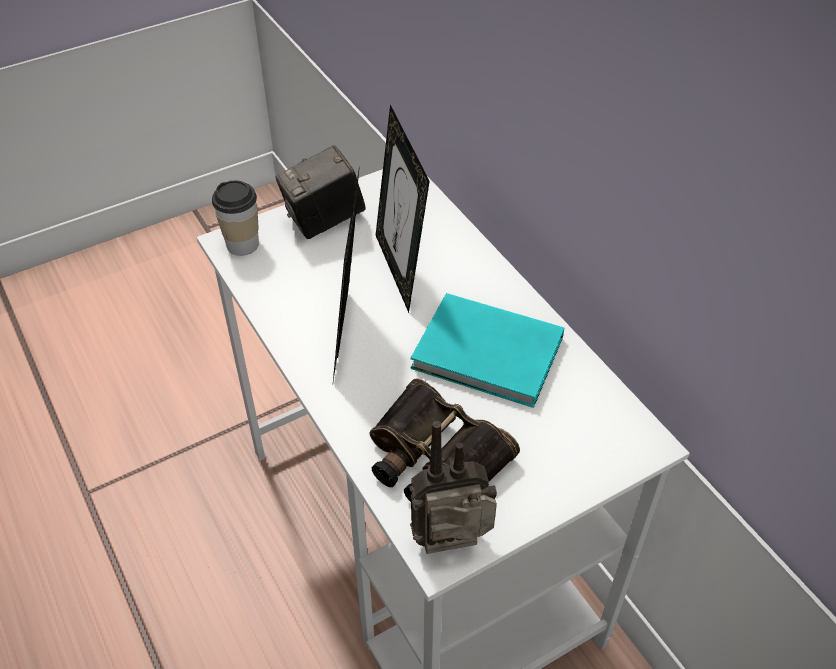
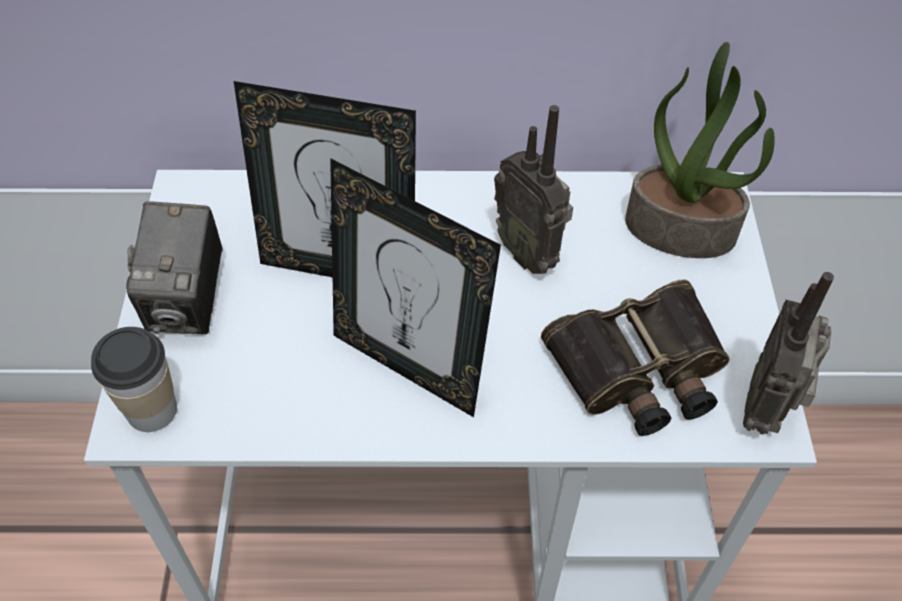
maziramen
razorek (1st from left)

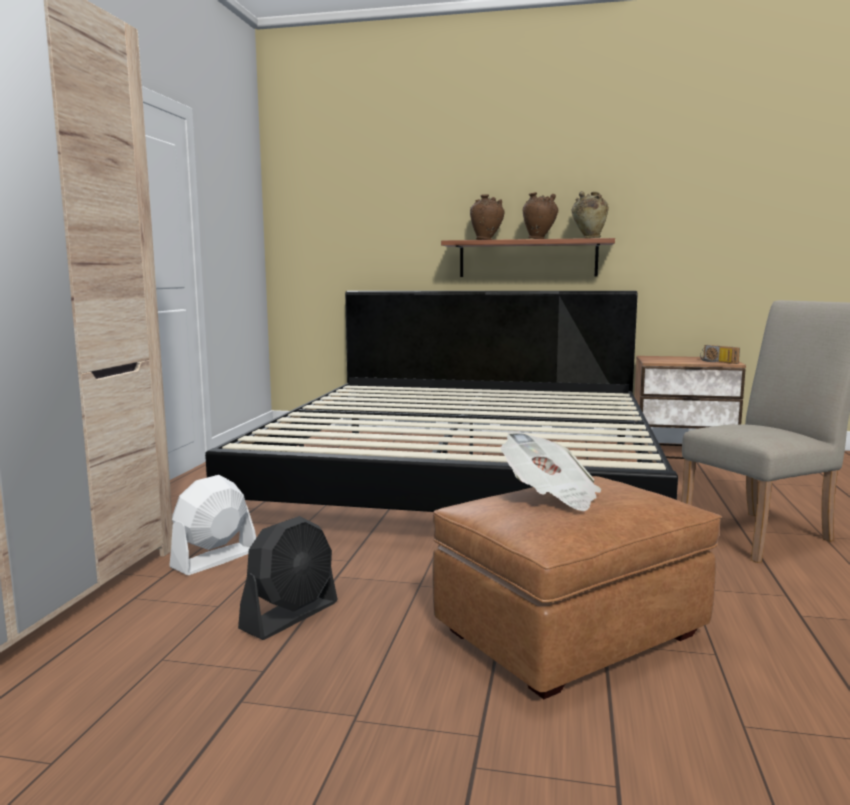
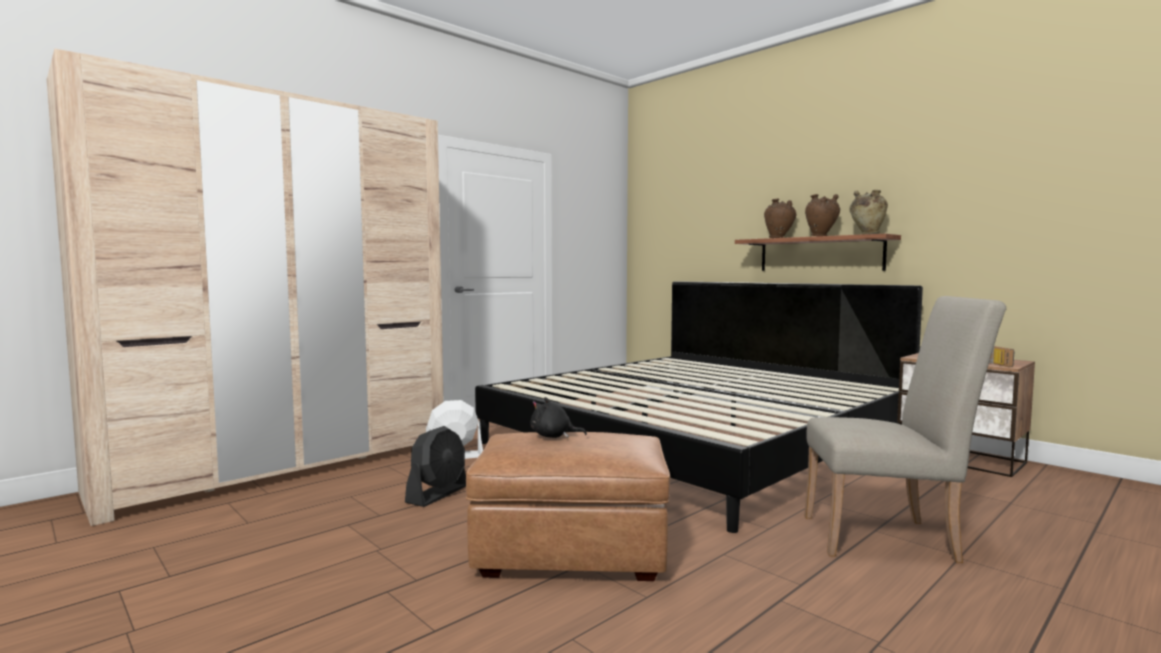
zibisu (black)
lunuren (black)

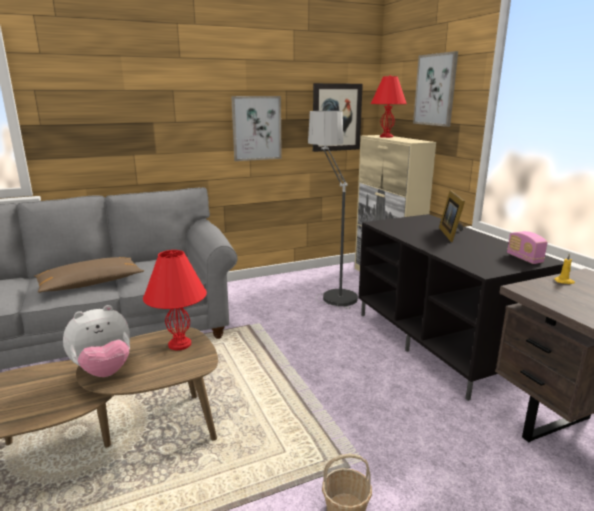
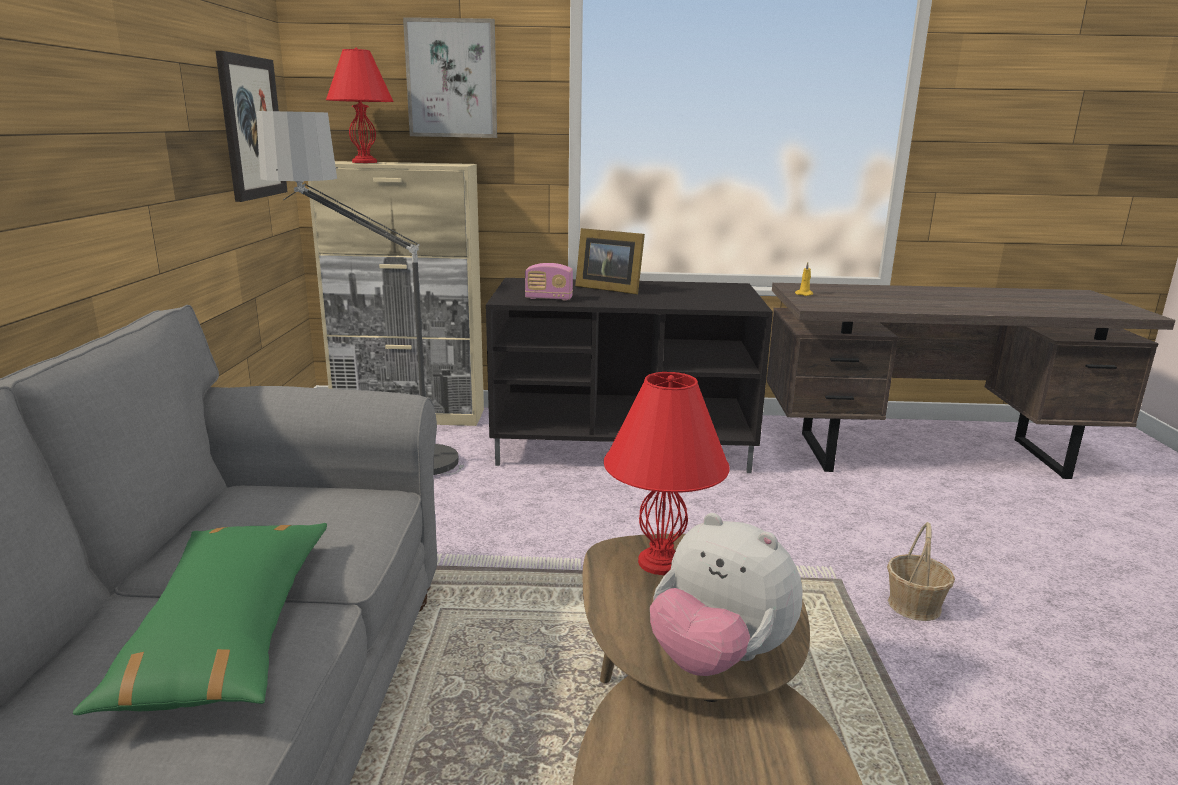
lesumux (1st from left in the first image)
razorek
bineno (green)
zibisu

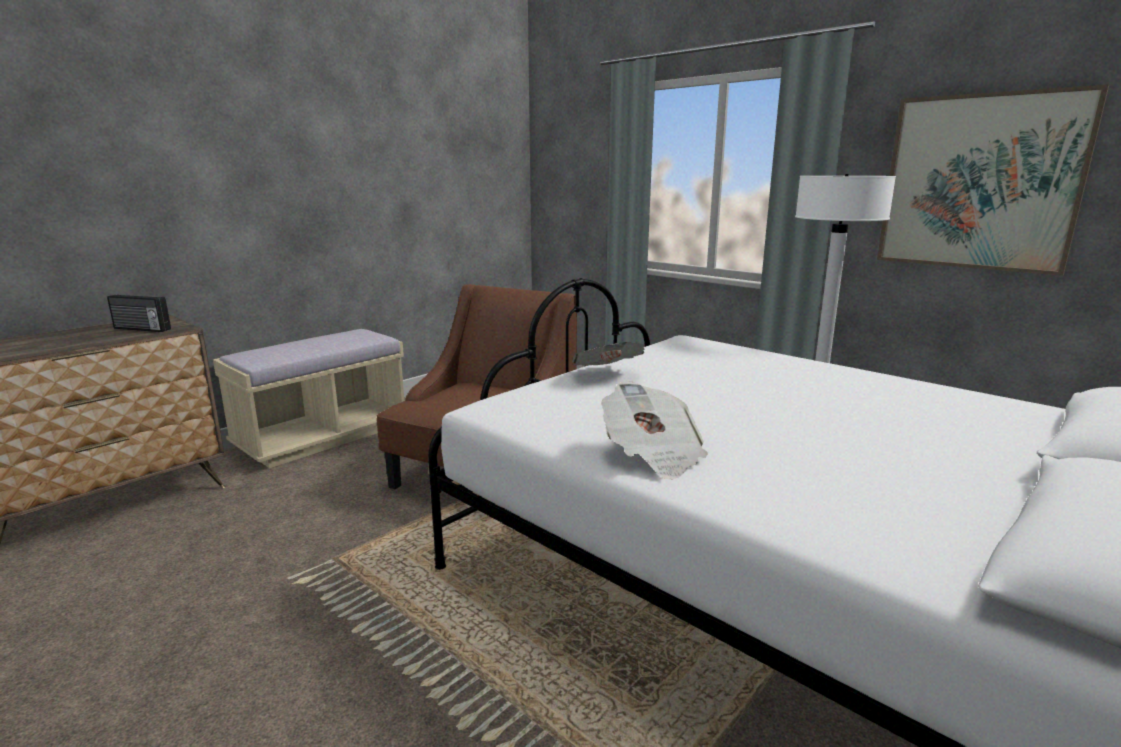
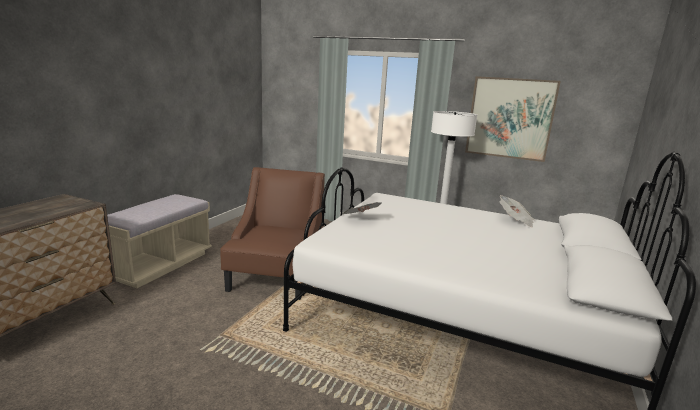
razorek
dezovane (2nd from left)

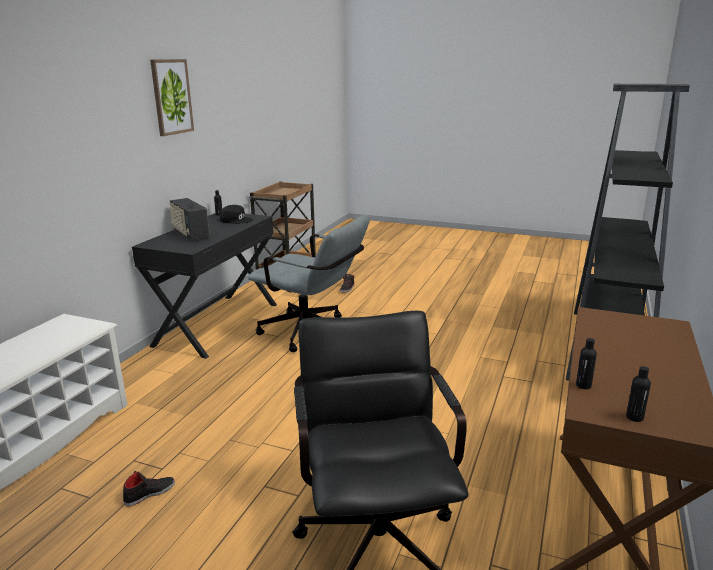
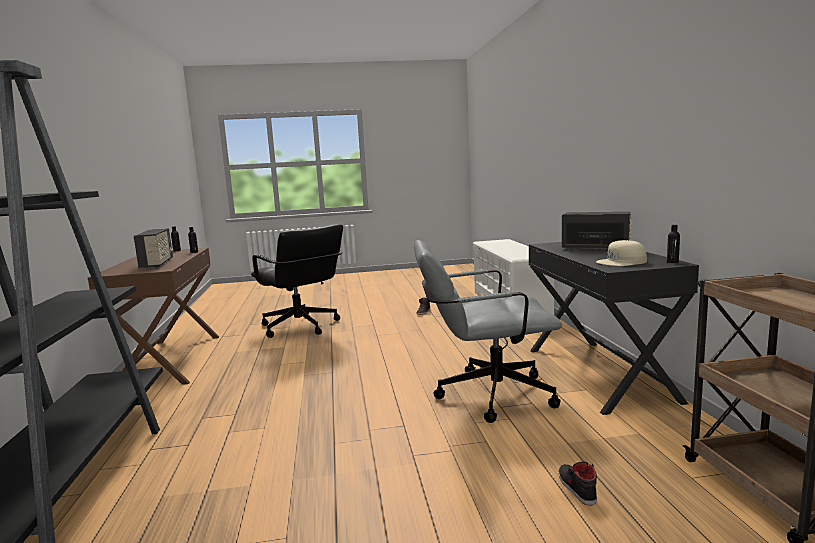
lesumux
razorek (1st from left)
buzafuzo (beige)

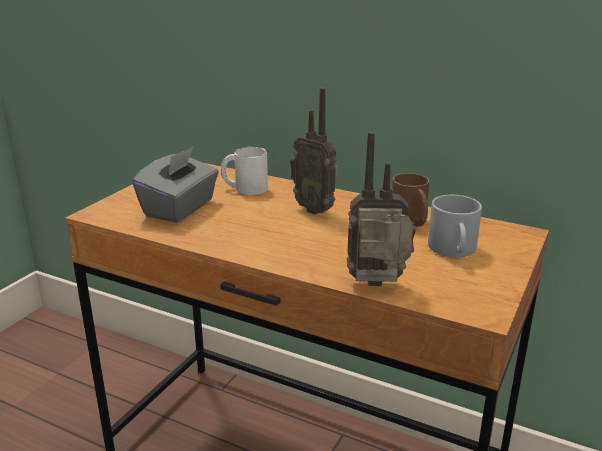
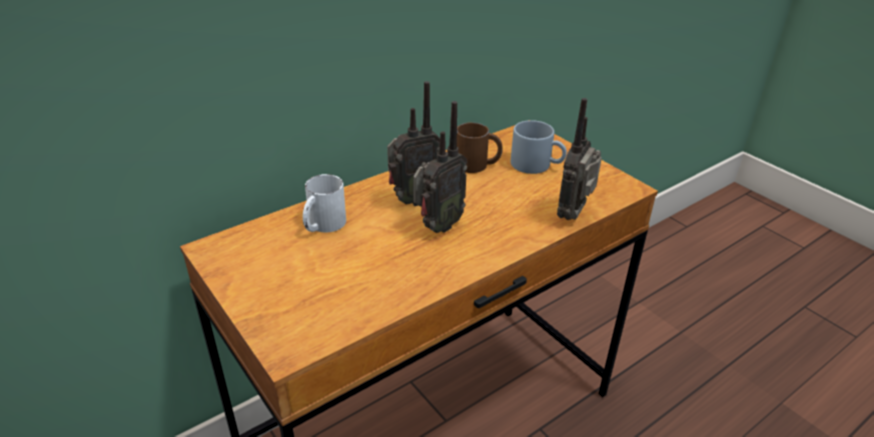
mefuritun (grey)
razorek (2nd from left)

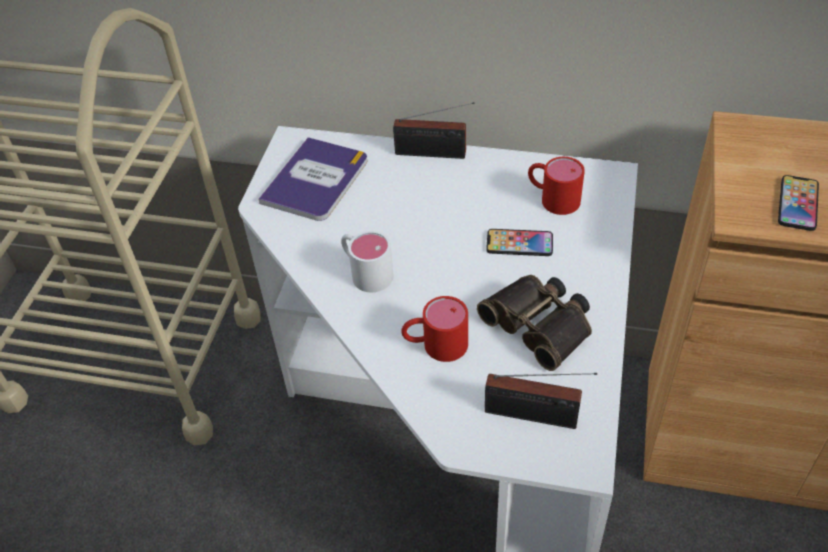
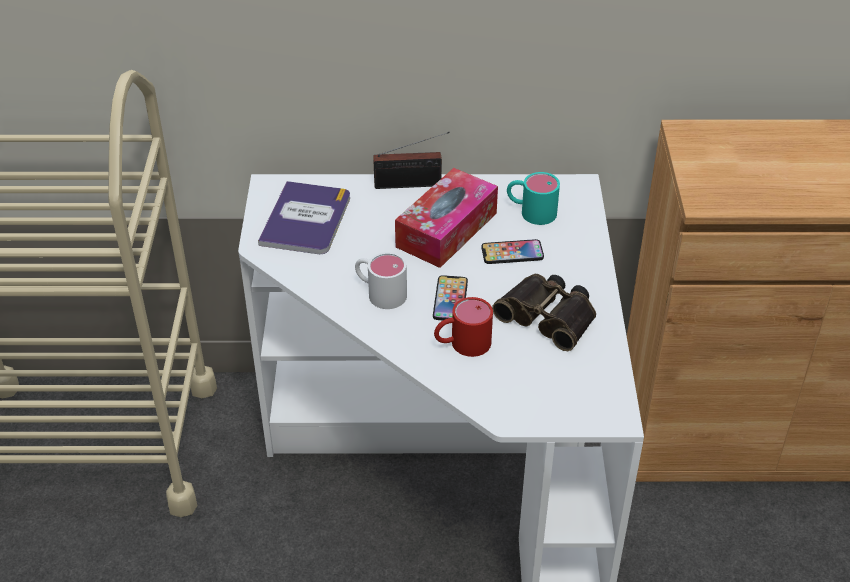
razorek (2nd from left in the first image)
mefuritun
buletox (1st from left)
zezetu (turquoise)

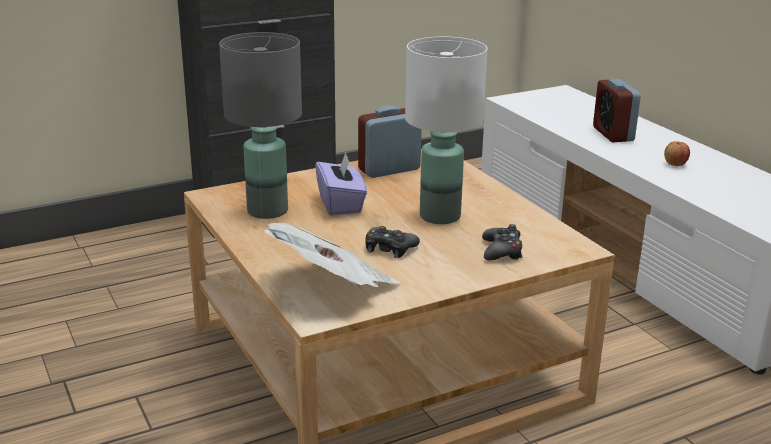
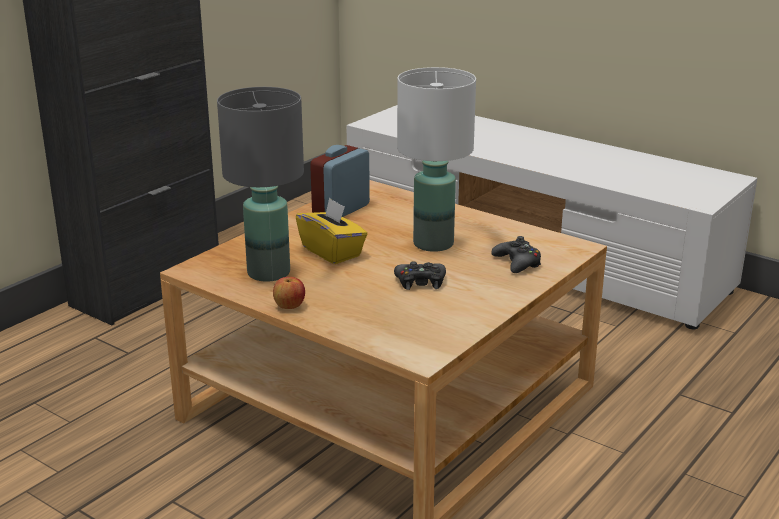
dezovane
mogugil (2nd from left in the first image)
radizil
mefuritun (yellow)

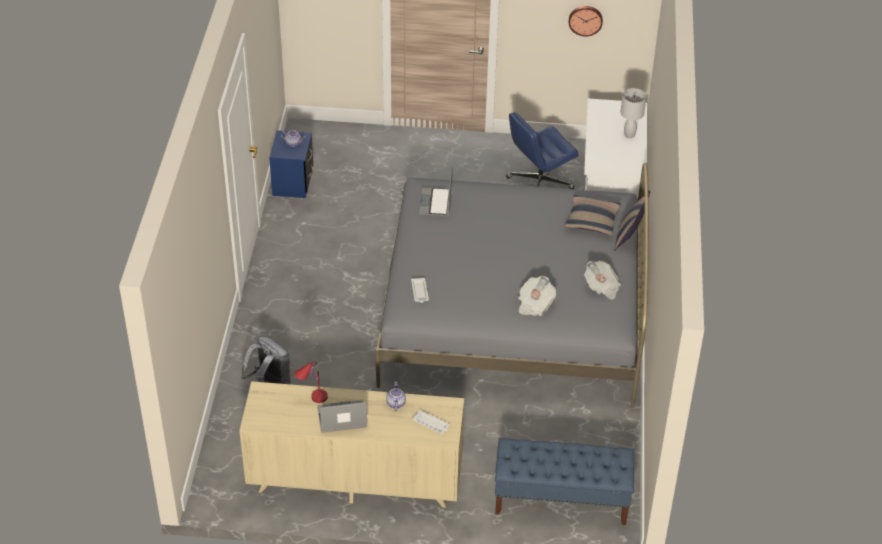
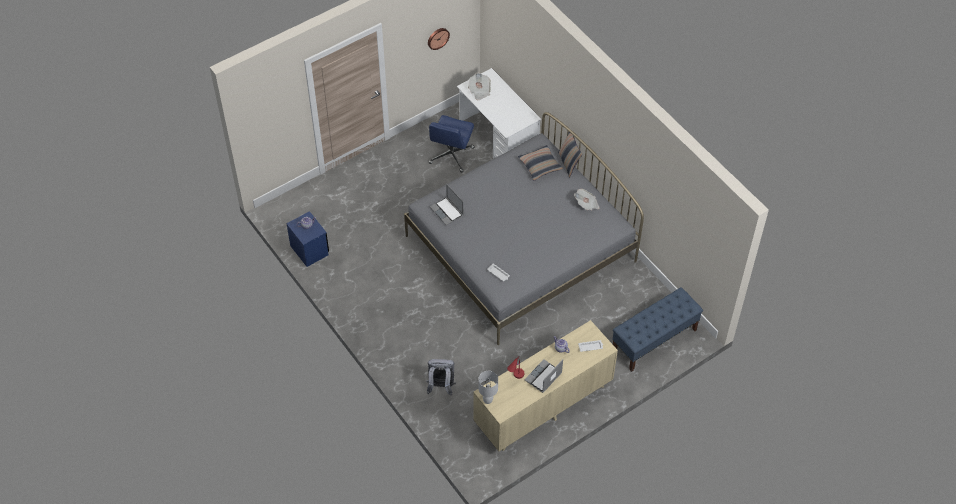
dezovane (1st from left)
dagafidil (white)

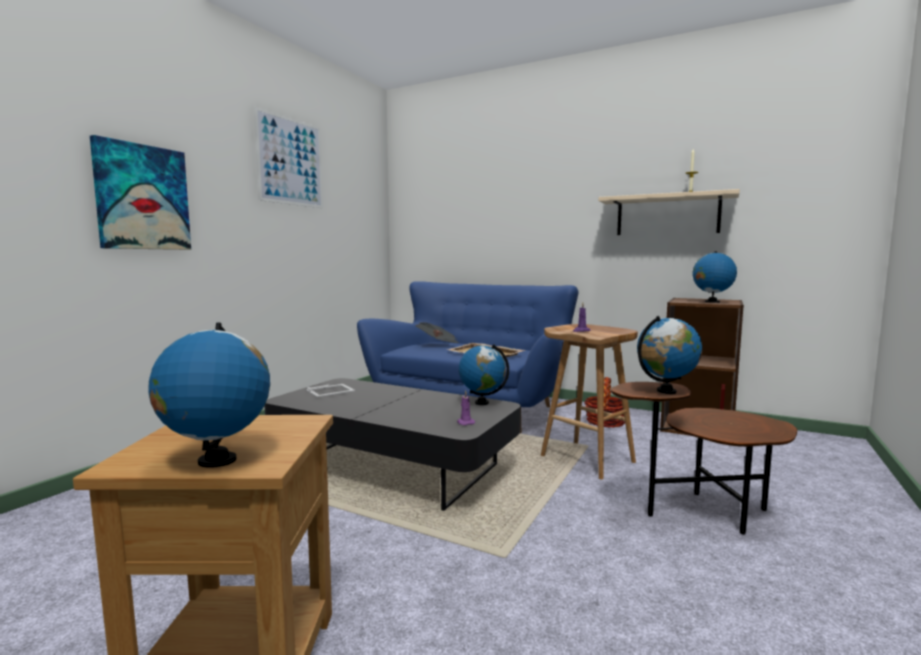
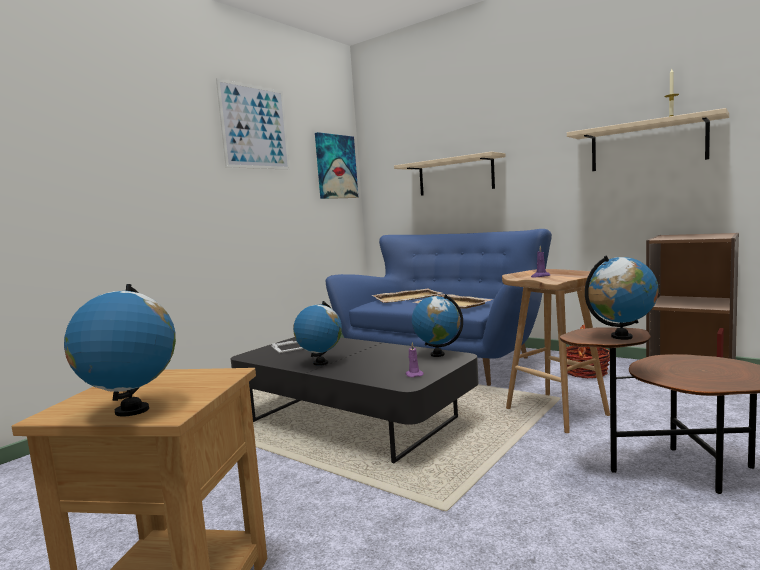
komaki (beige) (1st from left)
lesumux (2nd from left)
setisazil (2nd from left)
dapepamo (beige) (1st from left)

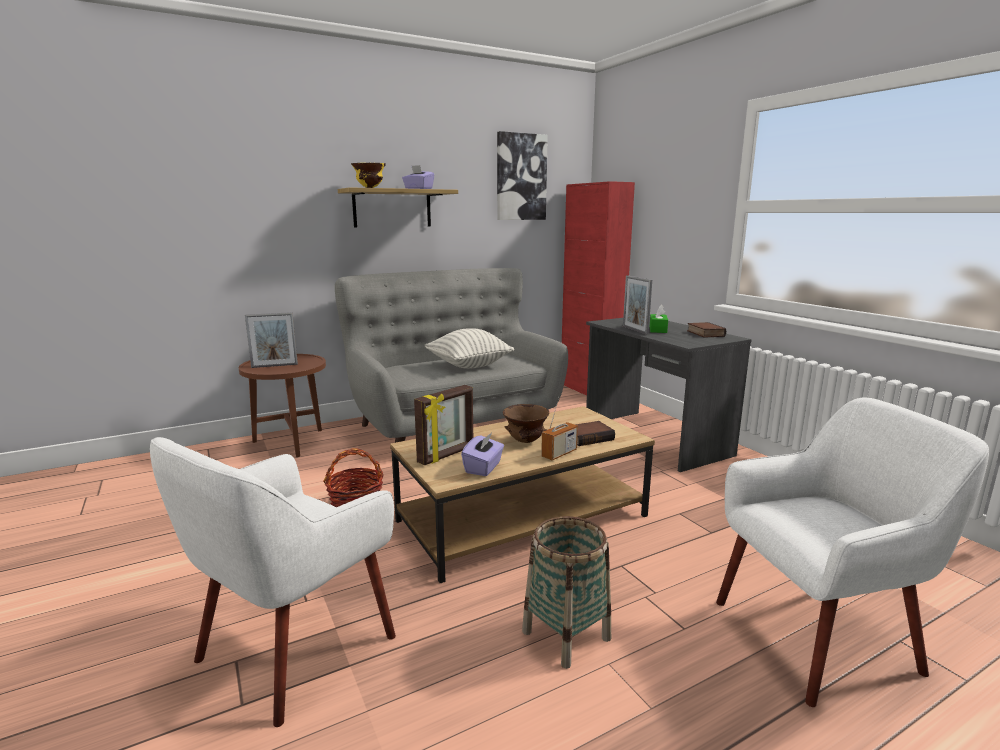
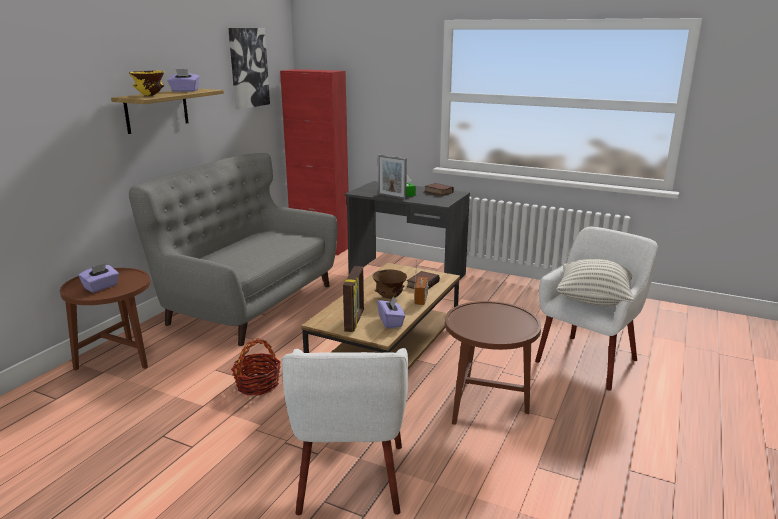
bineno
mefuritun (purple) (1st from left)
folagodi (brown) (2nd from left)

